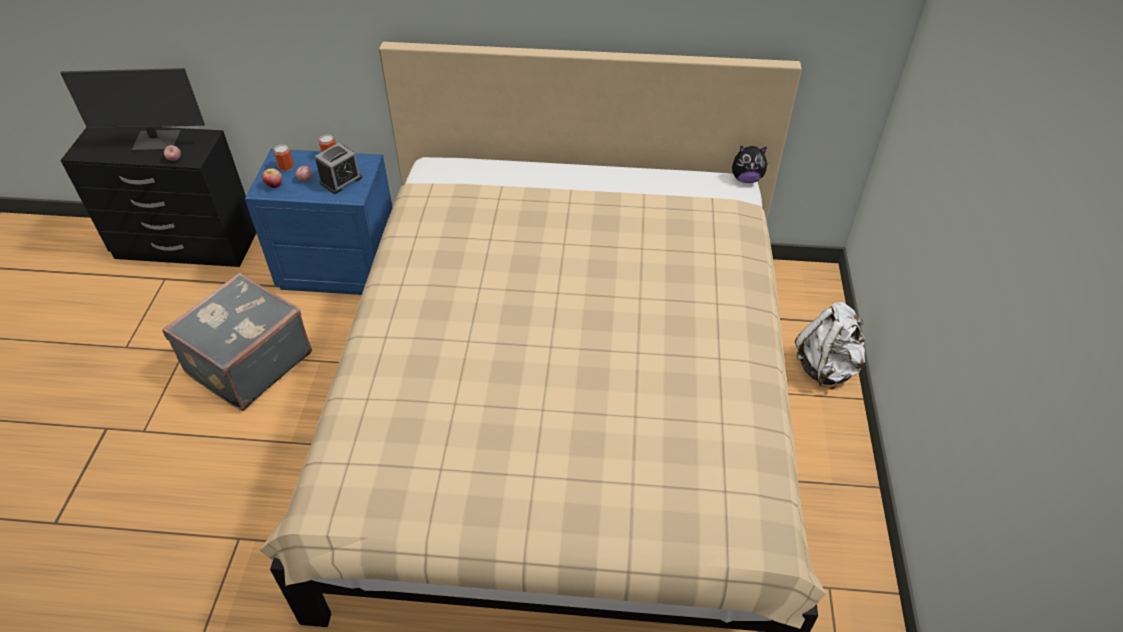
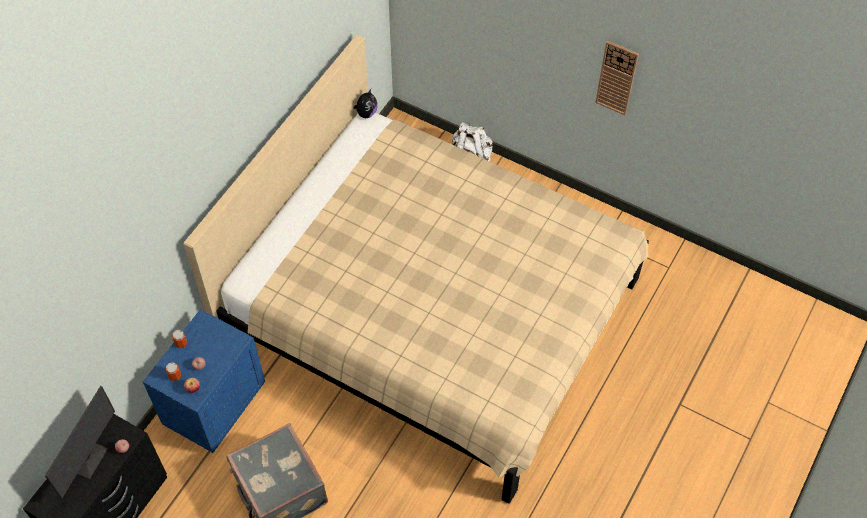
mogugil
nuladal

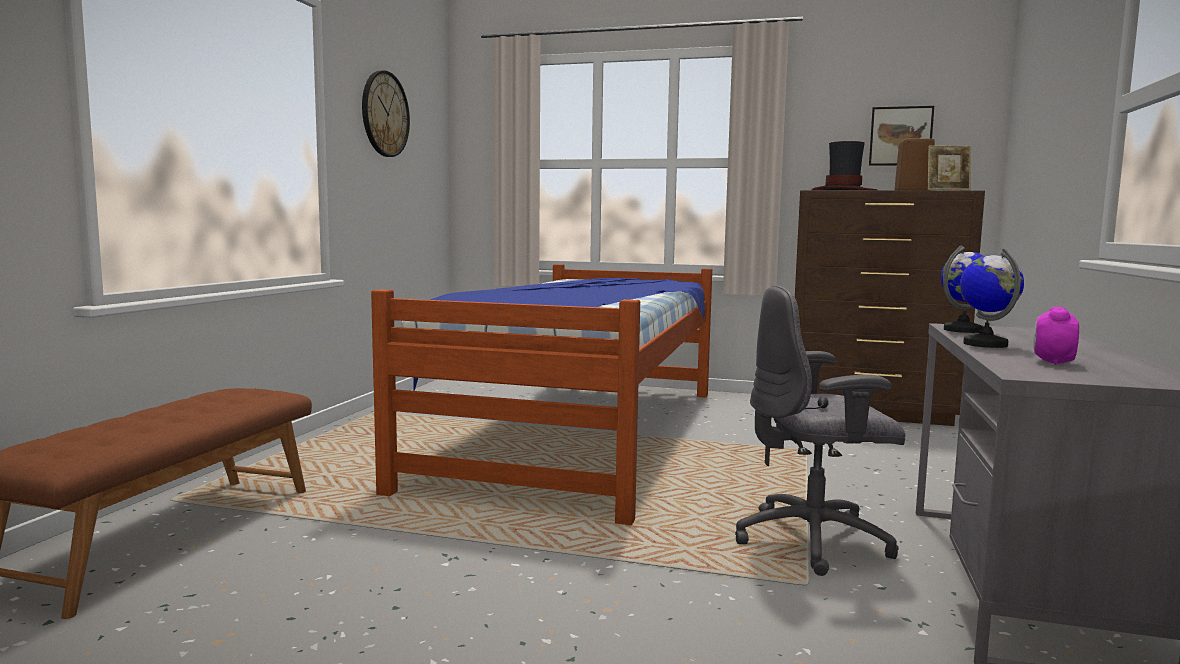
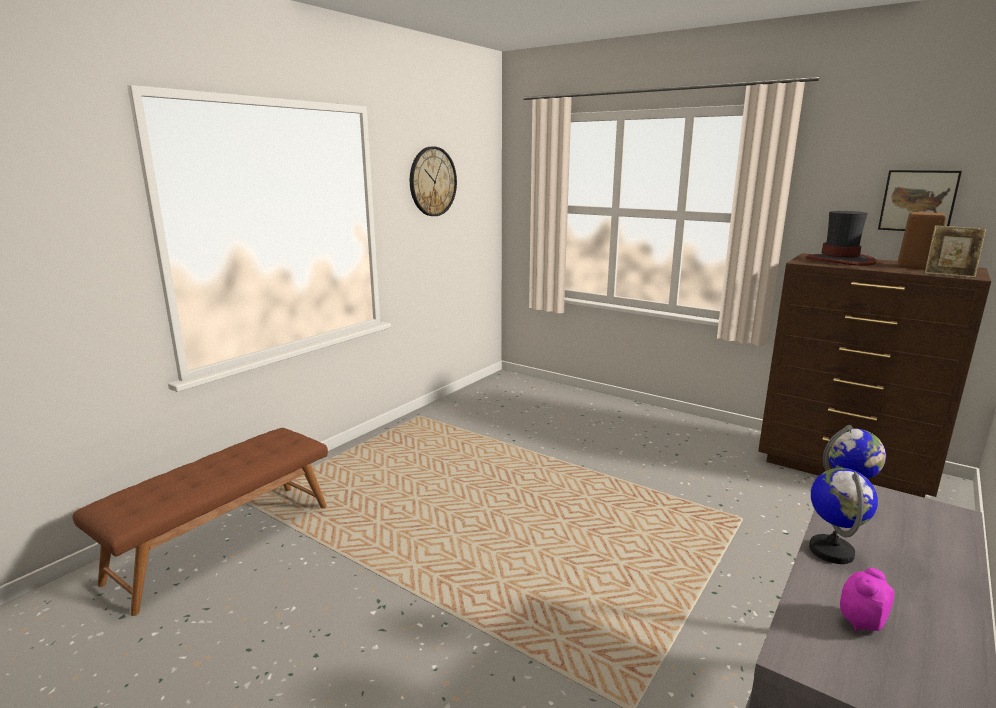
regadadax
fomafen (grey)

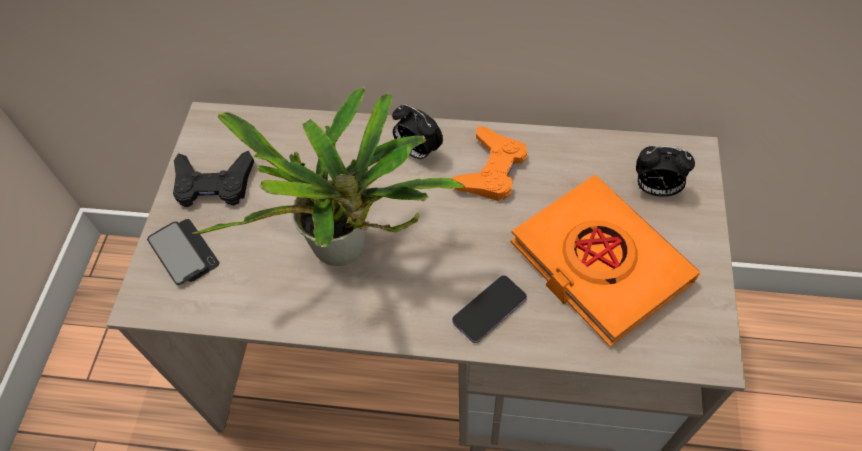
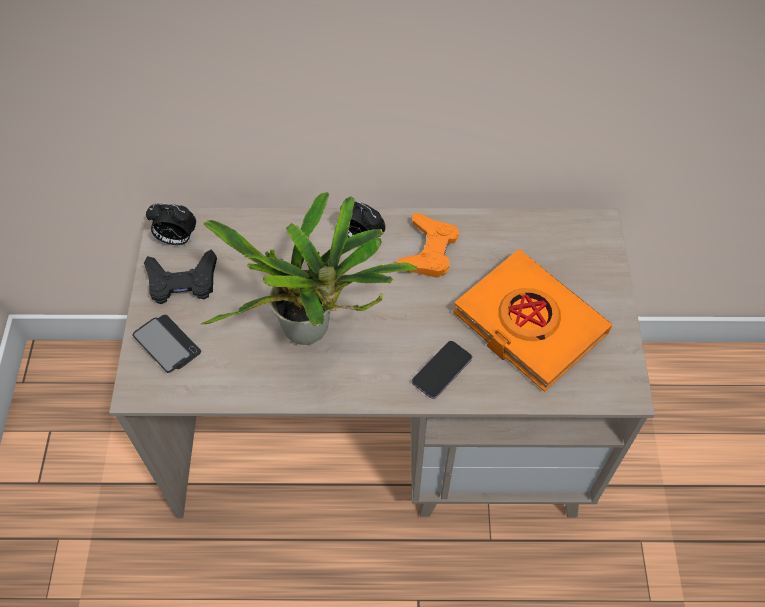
mogugil (1st from left)

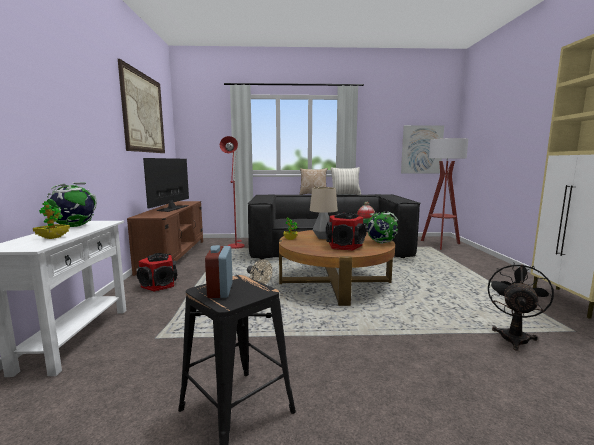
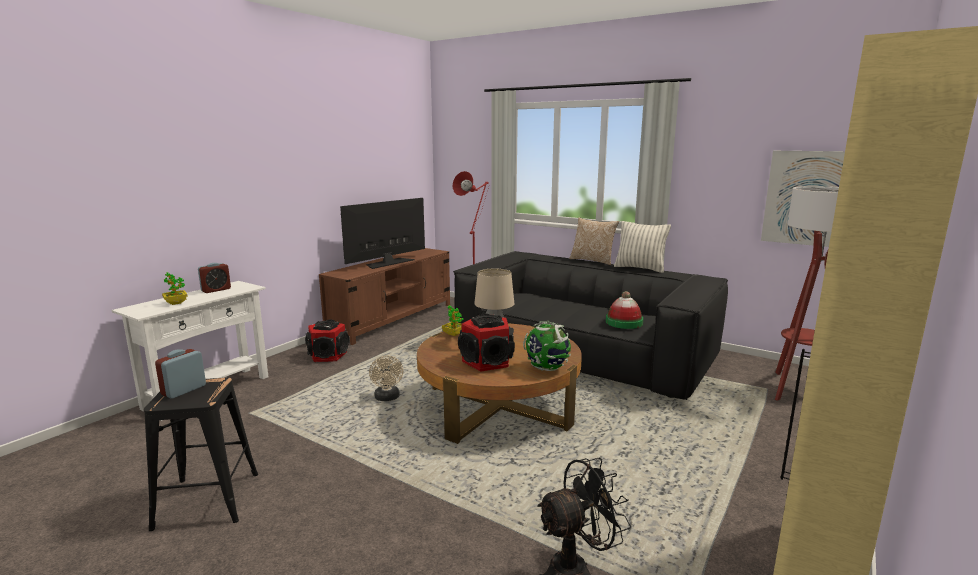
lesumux (1st from left in the first image)
mogugil (2nd from left)

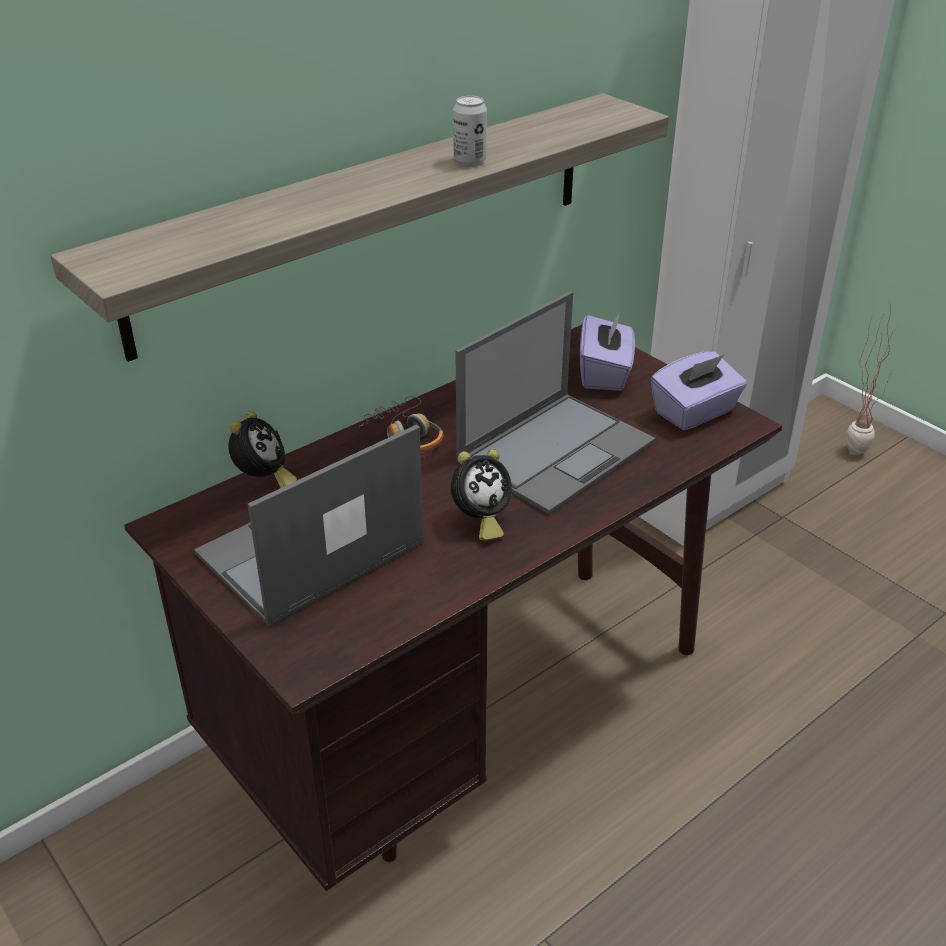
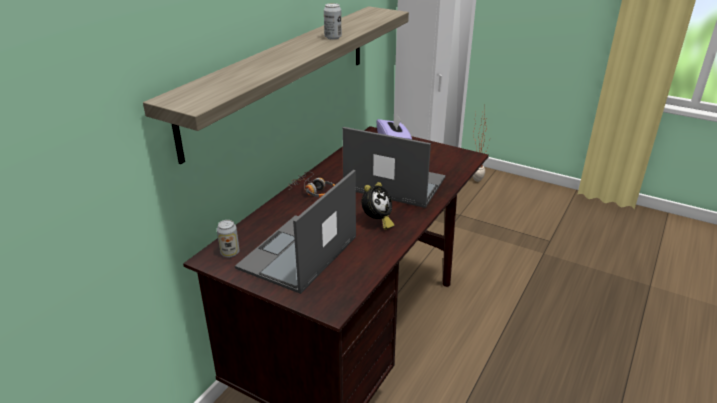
mogugil (1st from left in the first image)
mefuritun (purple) (2nd from left in the first image)
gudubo (1st from left)
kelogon (2nd from left)

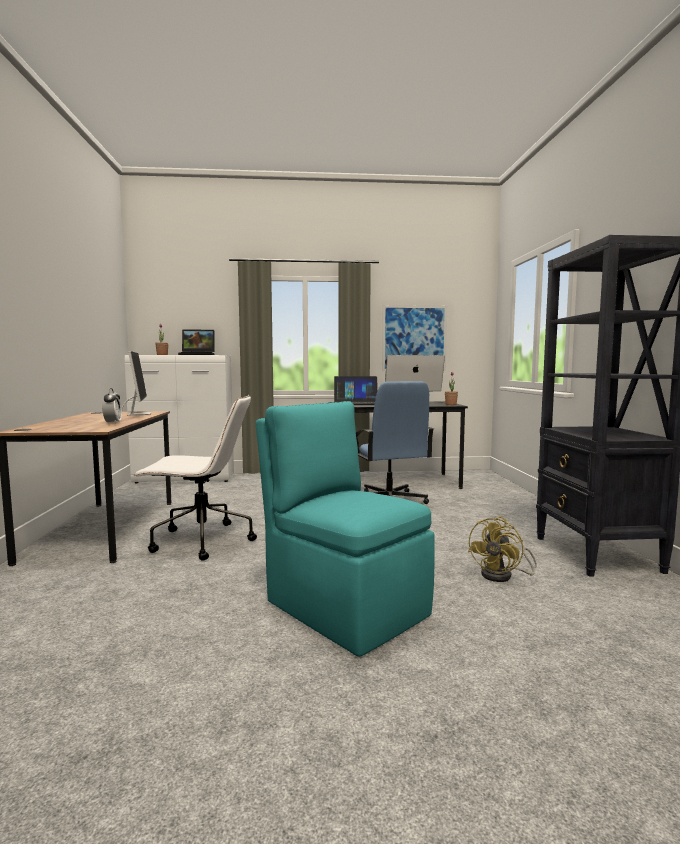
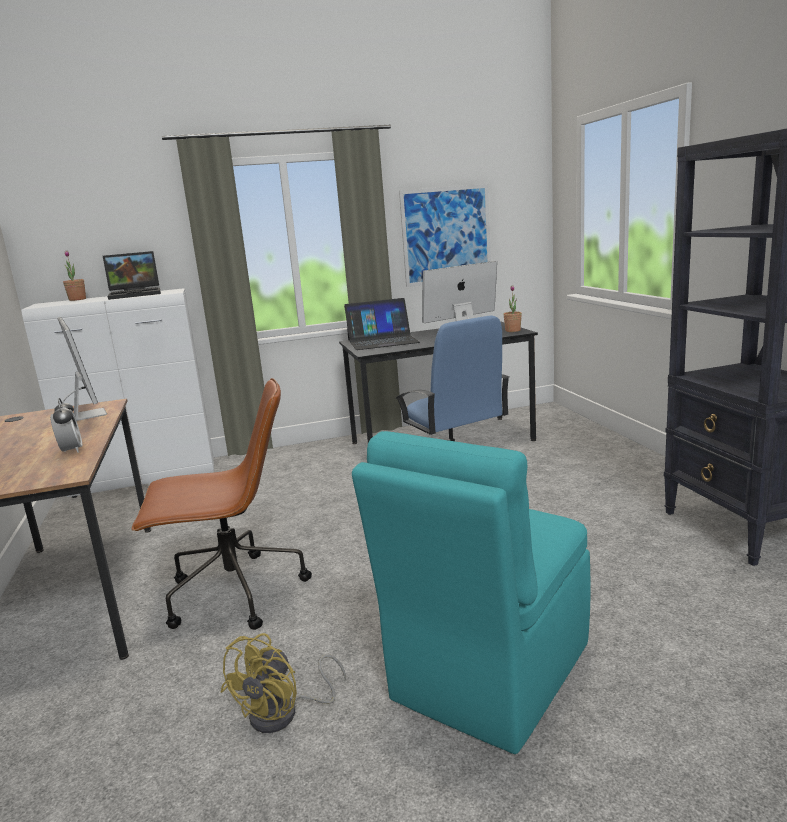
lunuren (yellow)
fomafen (brown)
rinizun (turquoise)

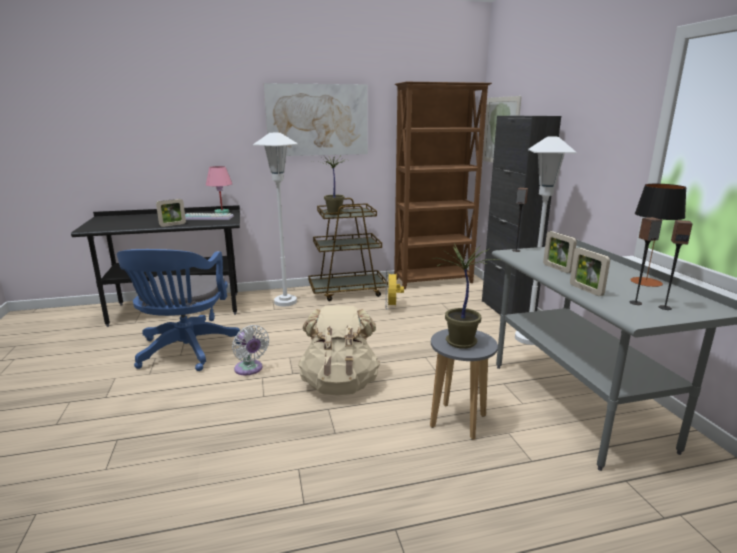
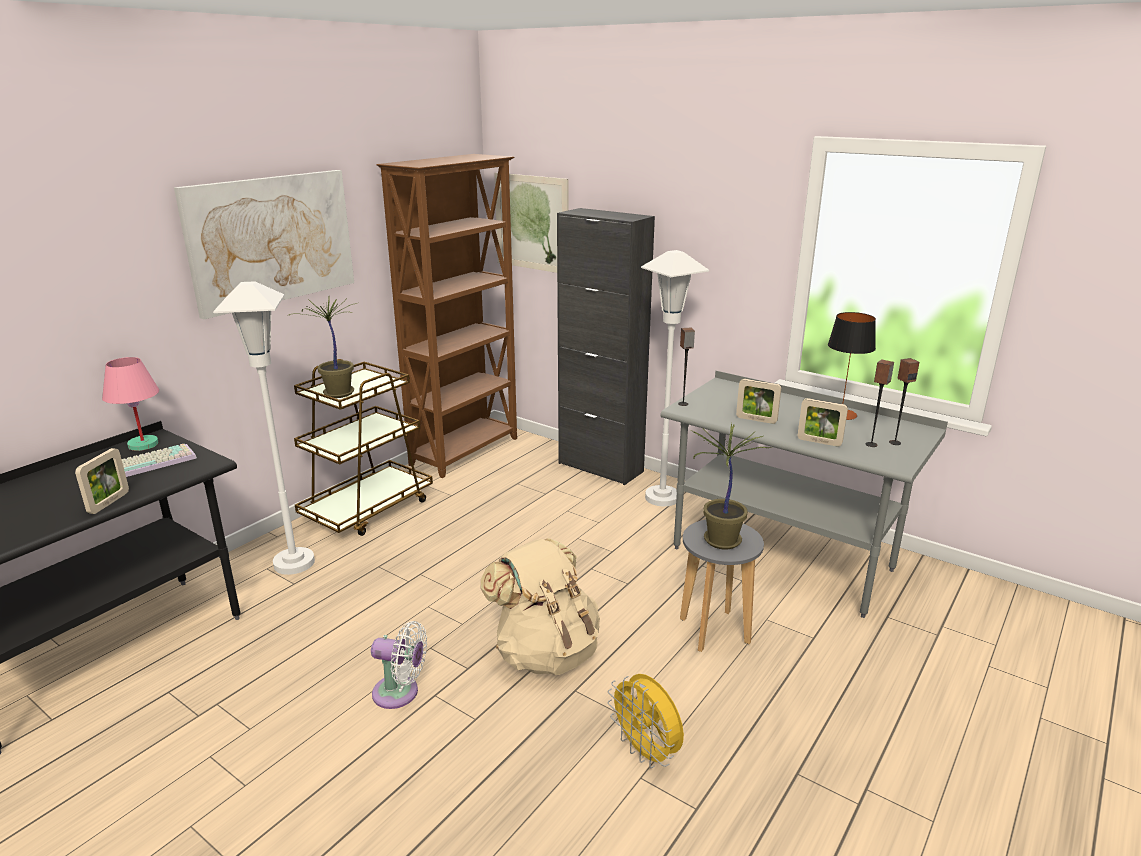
fomafen (blue)
lunuren (yellow)

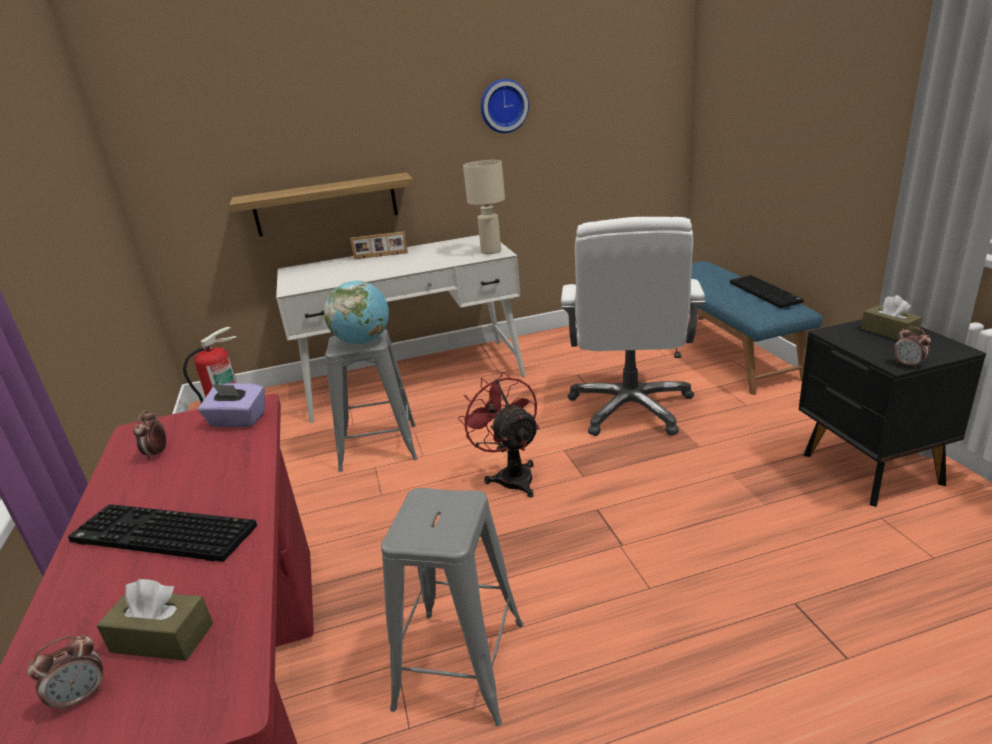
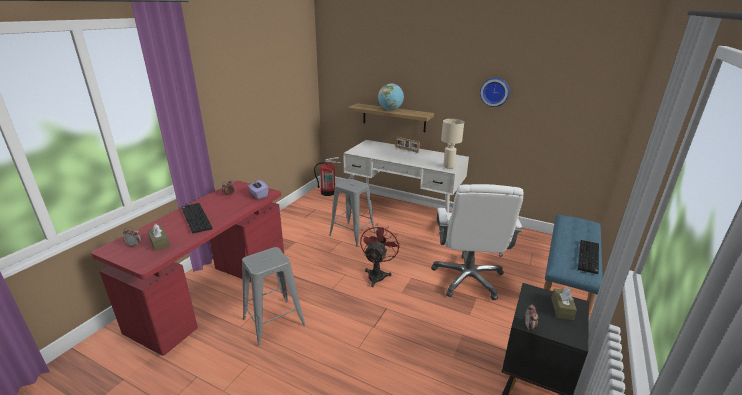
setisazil
fomafen (white)

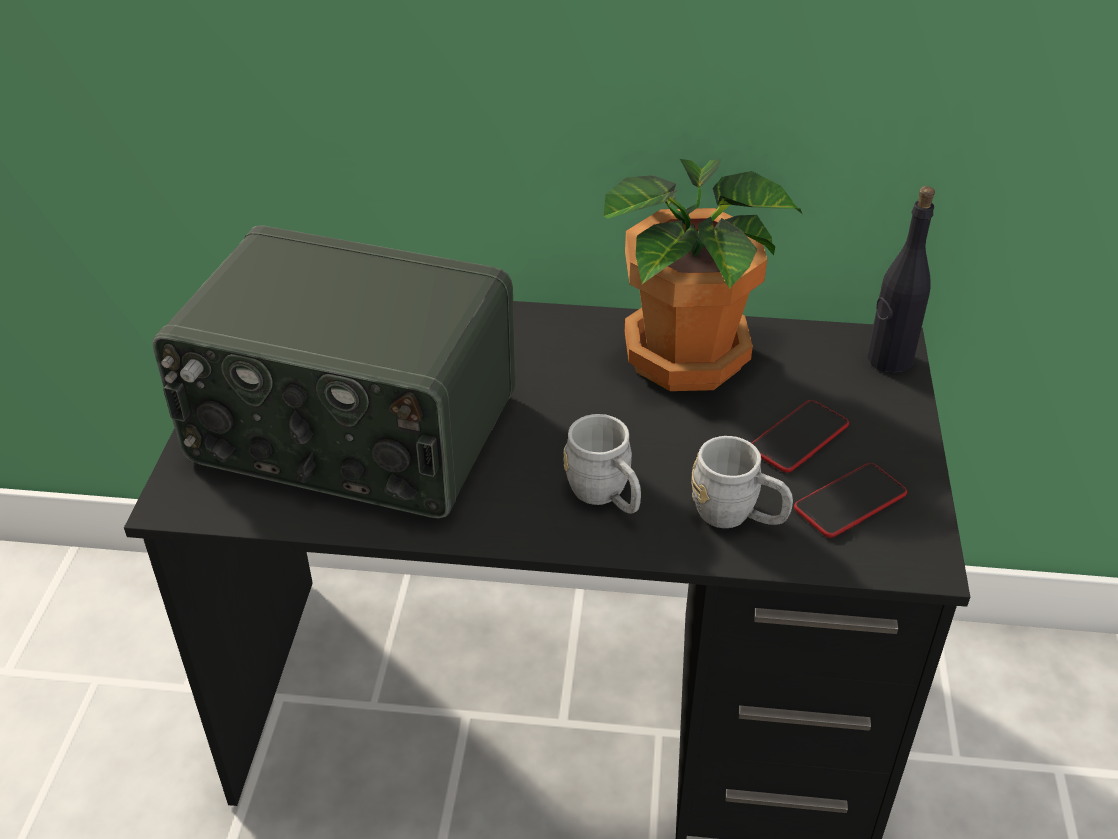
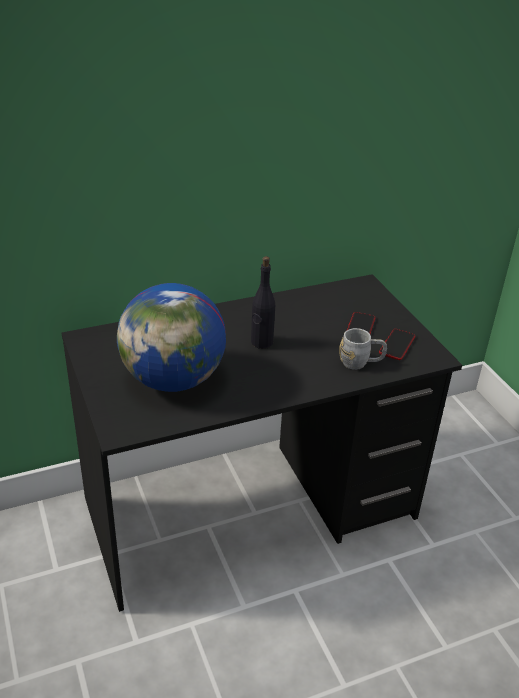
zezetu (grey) (1st from left in the first image)
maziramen
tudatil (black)
setisazil

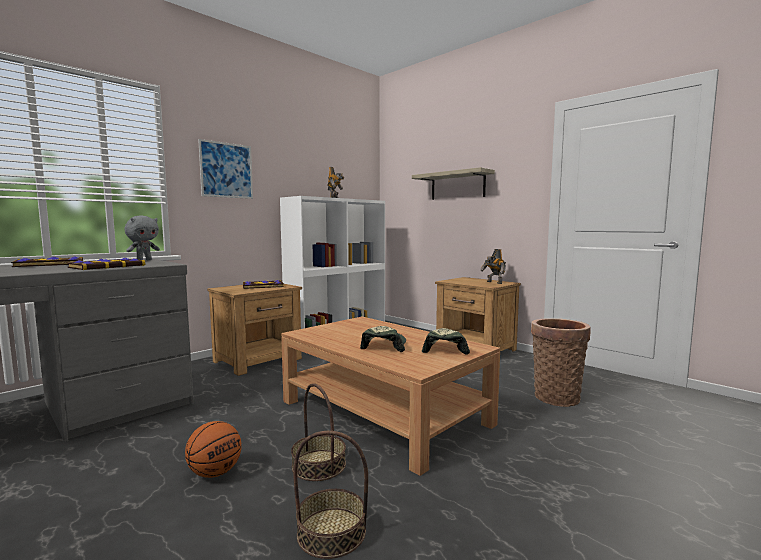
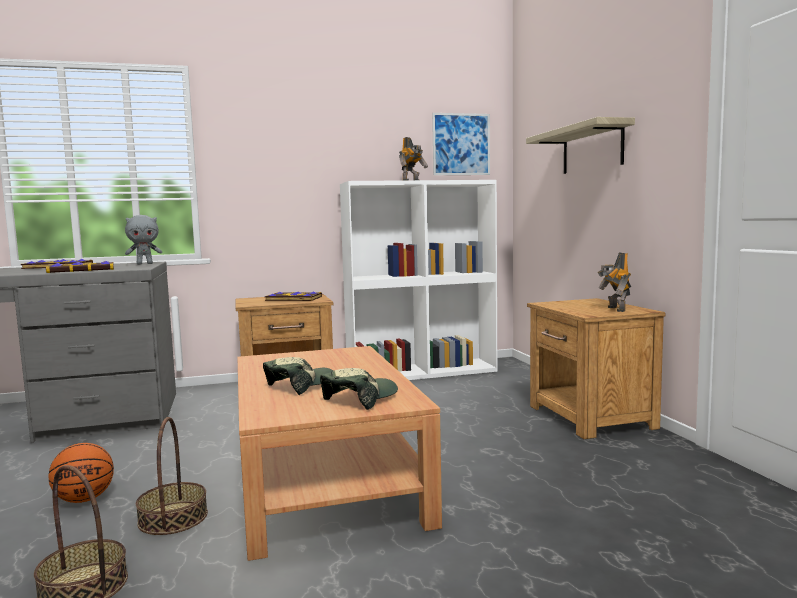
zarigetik (3rd from left in the first image)
lesumux

